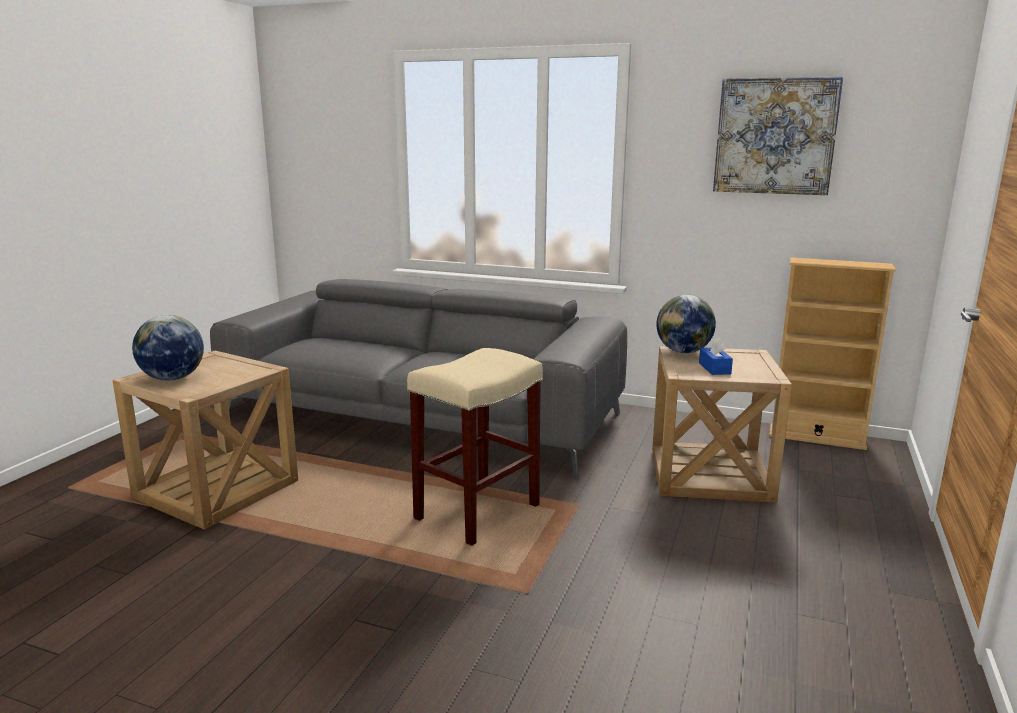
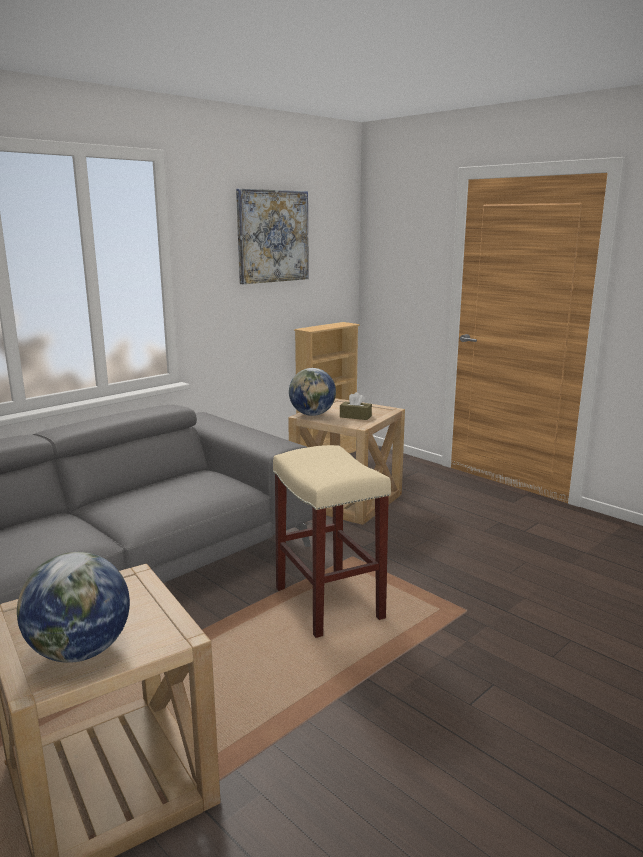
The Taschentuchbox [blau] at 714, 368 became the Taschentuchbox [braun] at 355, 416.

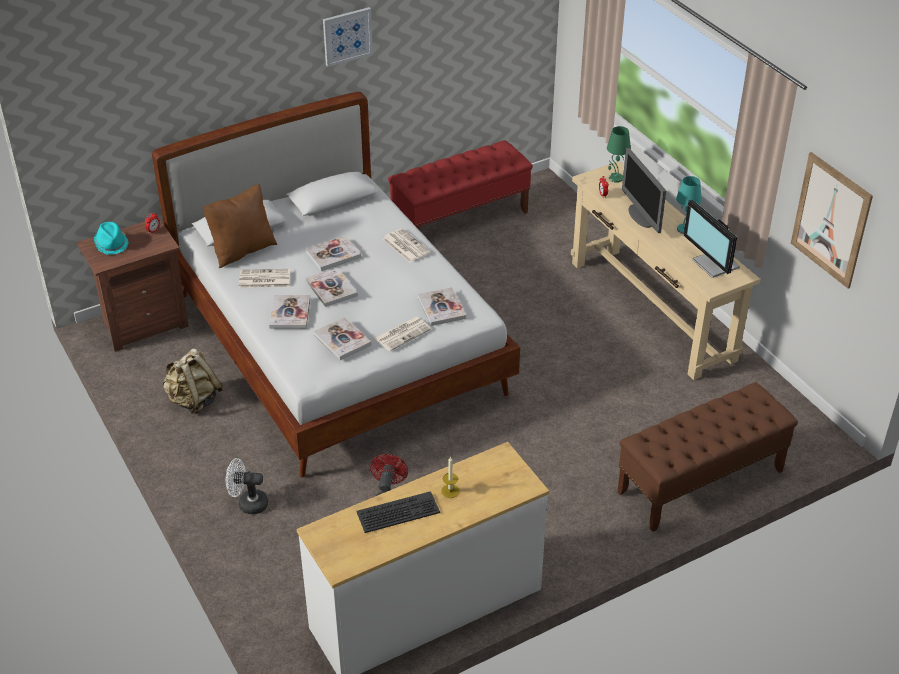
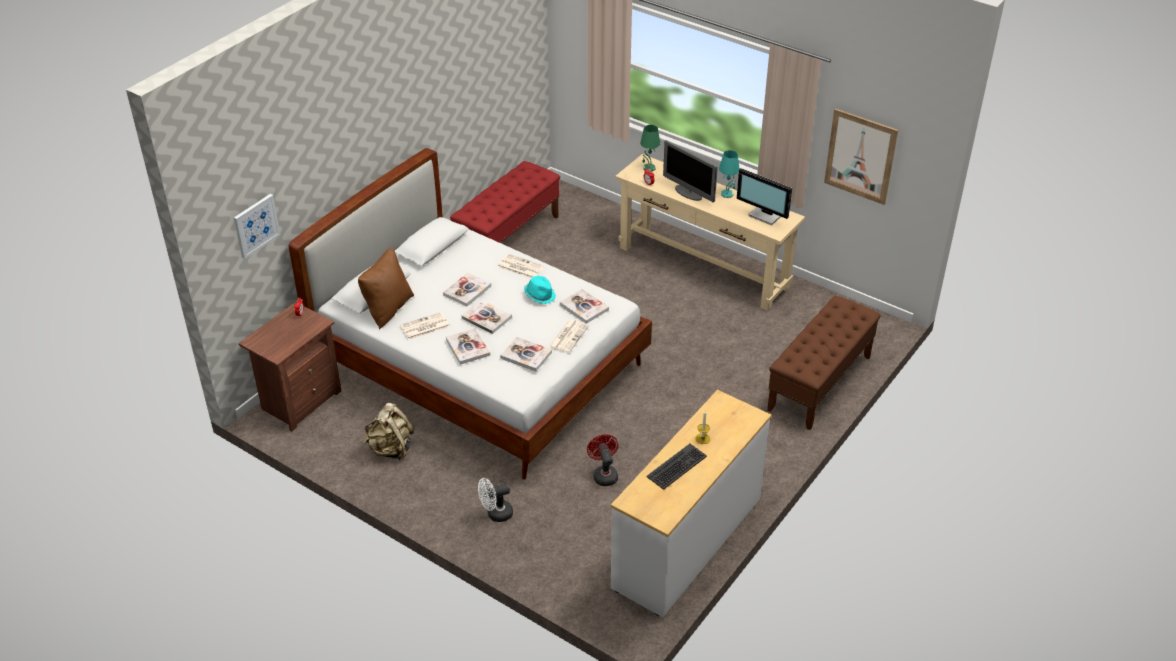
The Bild moved from 347, 36 to 256, 225.
The Hut [türkis] moved from 111, 244 to 540, 295.

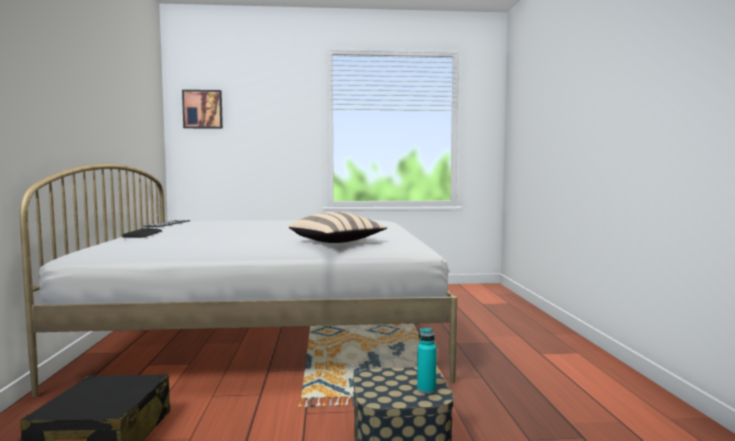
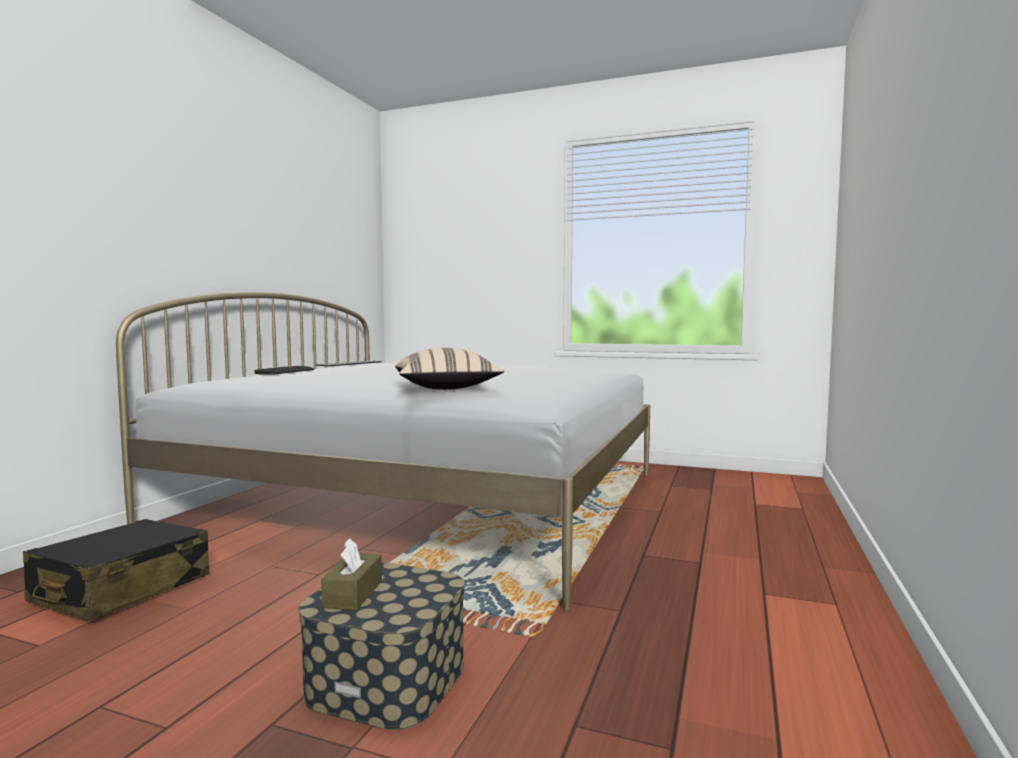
The Taschentuchbox [braun] at 353, 594 appeared.
The Bild at 203, 109 disappeared.
The Flasche [türkis] at 426, 390 disappeared.

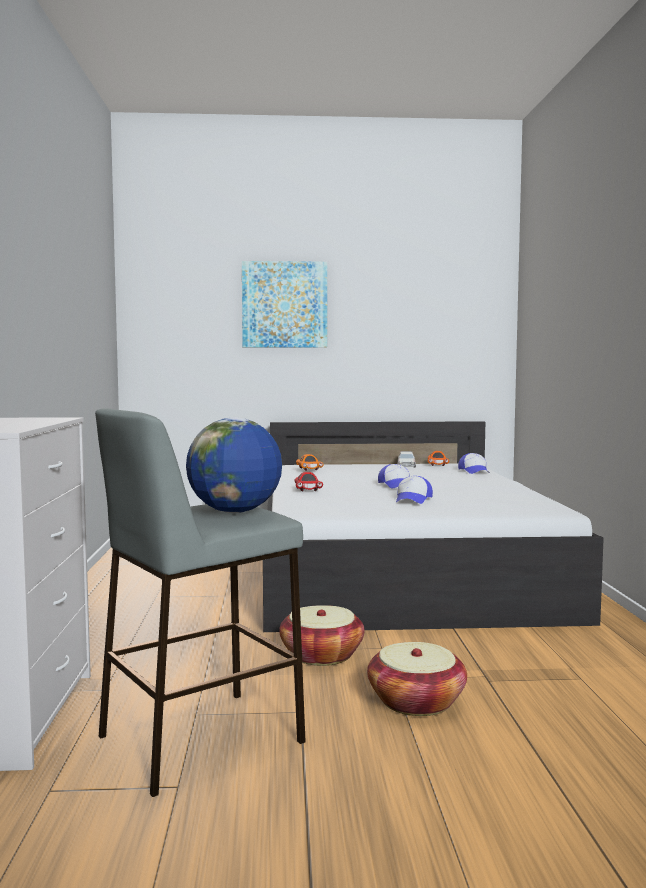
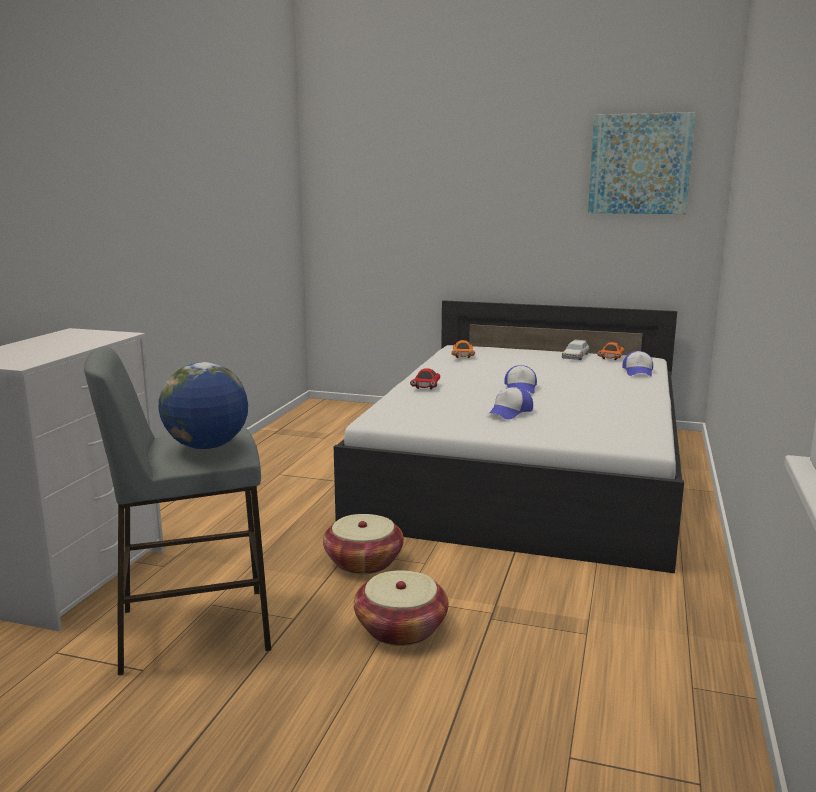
The Bild moved from 284, 305 to 640, 164.

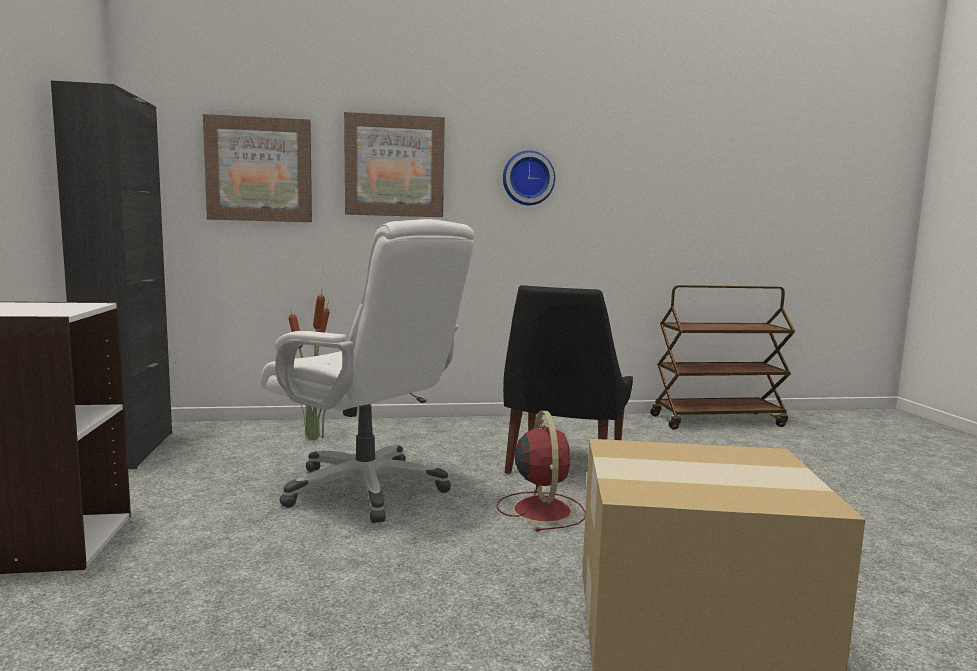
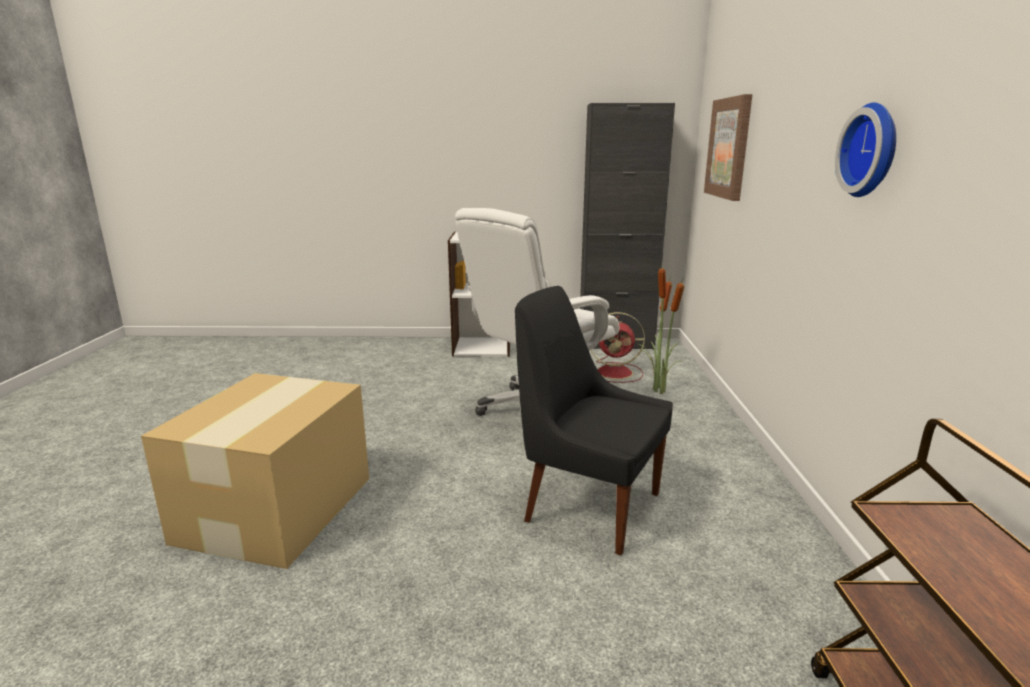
The Ventilator [rot] moved from 541, 509 to 616, 372.
The Bild at 394, 166 disappeared.

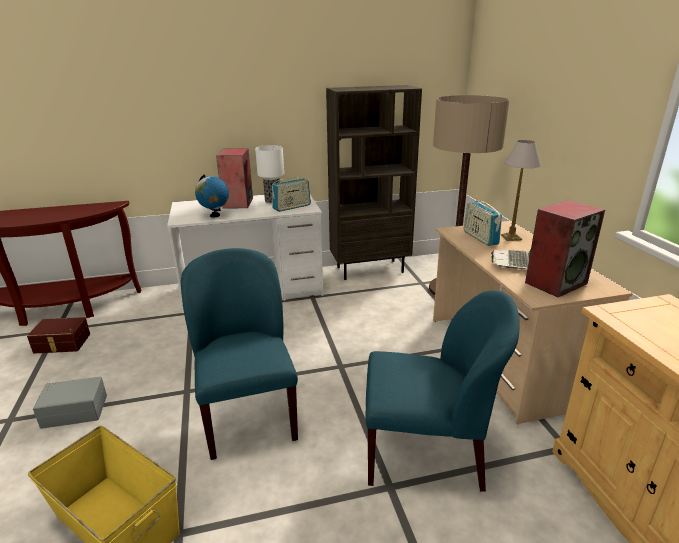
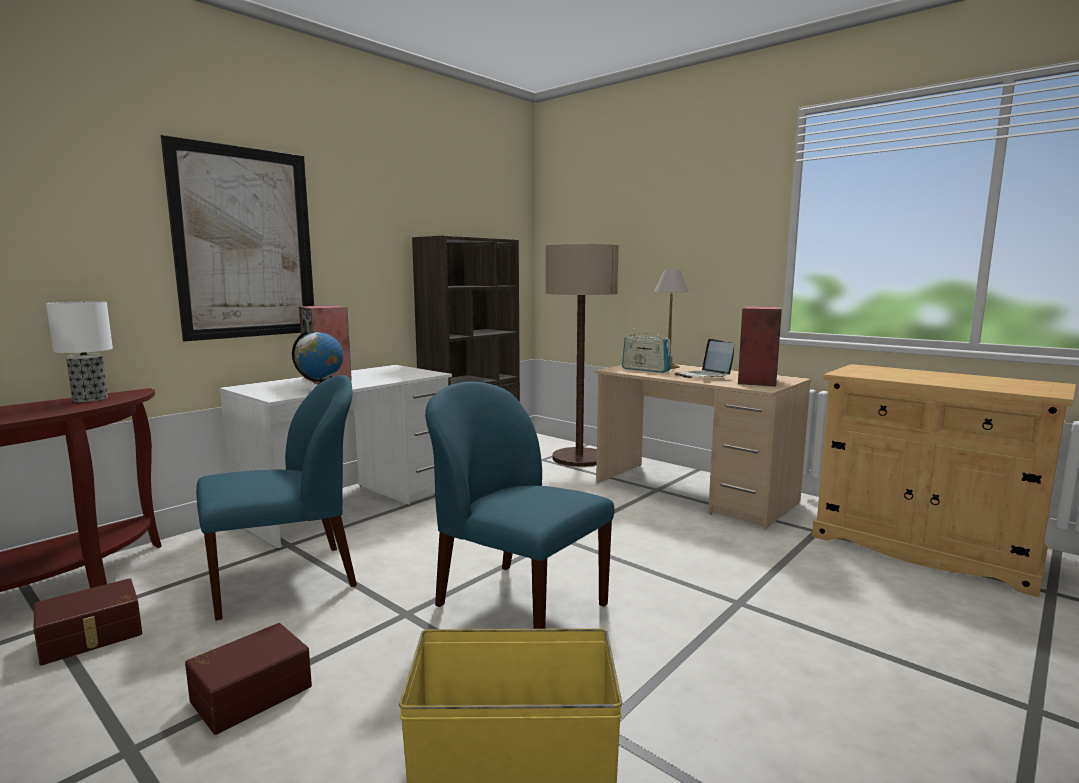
The Tischlampe moved from 272, 201 to 89, 399.
The Bild at 246, 243 appeared.
The Aufbewahrungsbox [grau] at 75, 410 became the Aufbewahrungsbox [braun] at 250, 692.
The Stuhl [blau] moved from 426, 453 to 286, 579.
The Radio at 292, 207 disappeared.

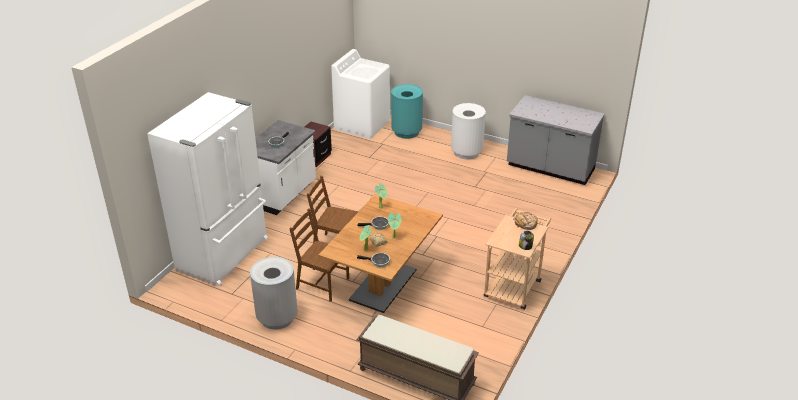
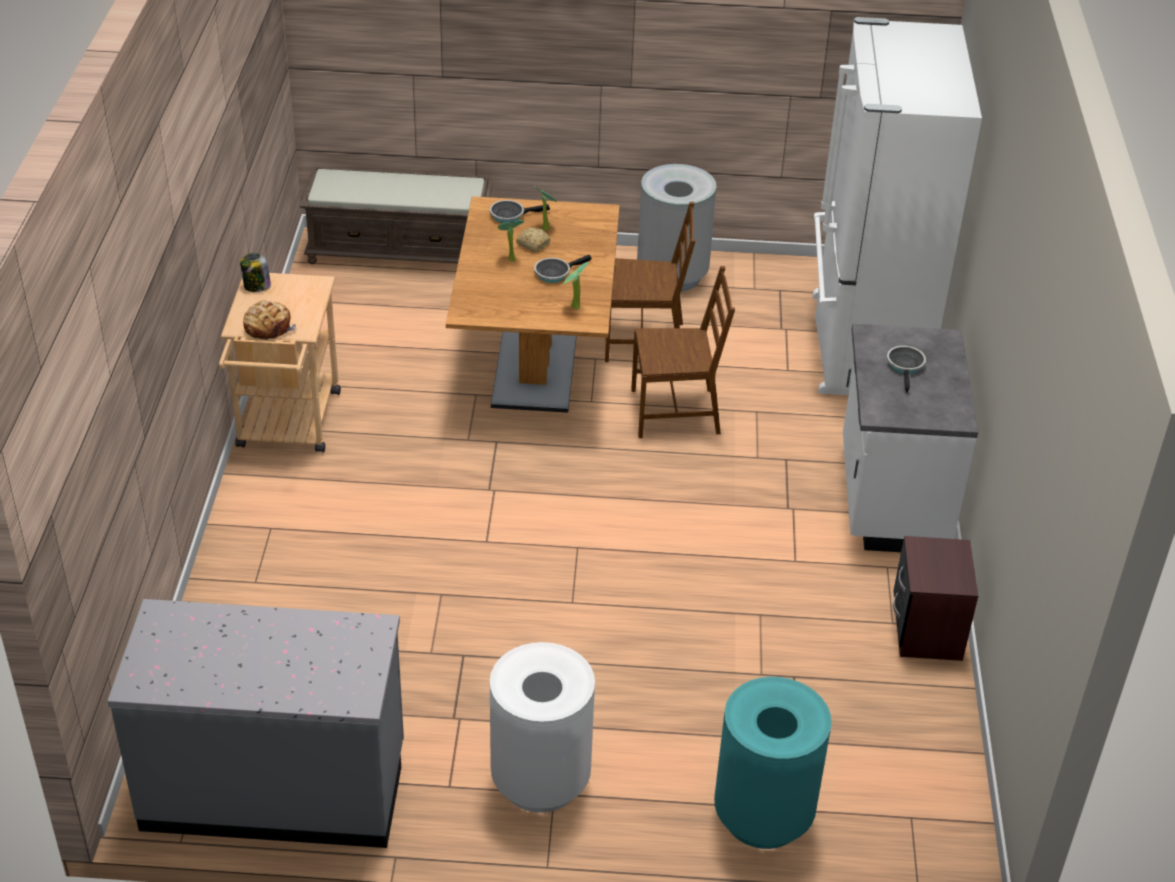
The Waschmaschine [weiß] at 362, 125 disappeared.

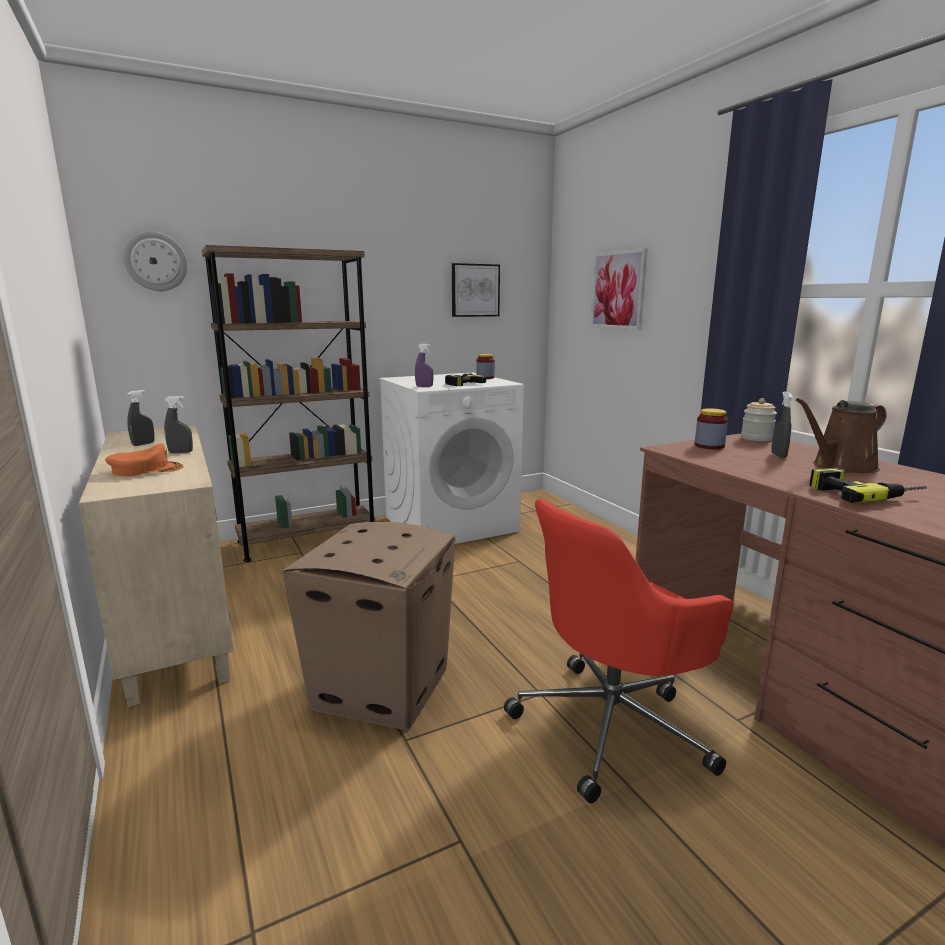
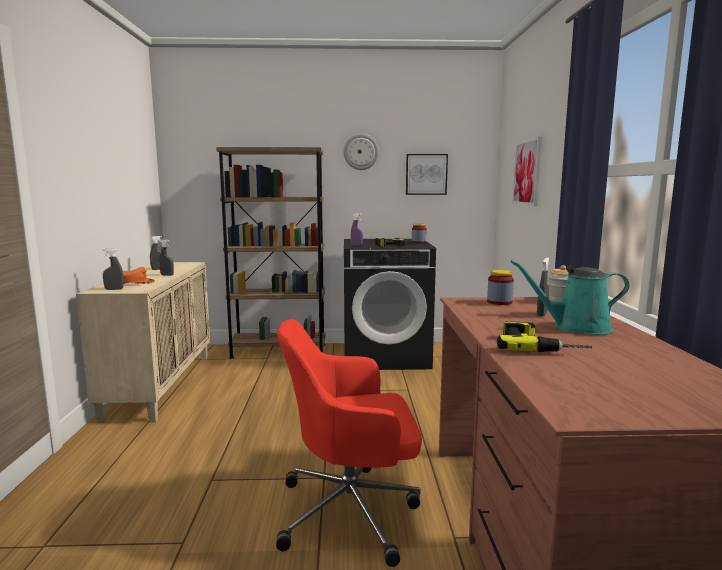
The Sprühflasche [grau] at 114, 289 appeared.
The Wanduhr moved from 156, 261 to 361, 152.
The Waschmaschine [weiß] at 451, 523 became the Waschmaschine [schwarz] at 386, 356.
The Gießkanne [braun] at 840, 467 became the Gießkanne [türkis] at 576, 327.
The Karton at 382, 687 disappeared.

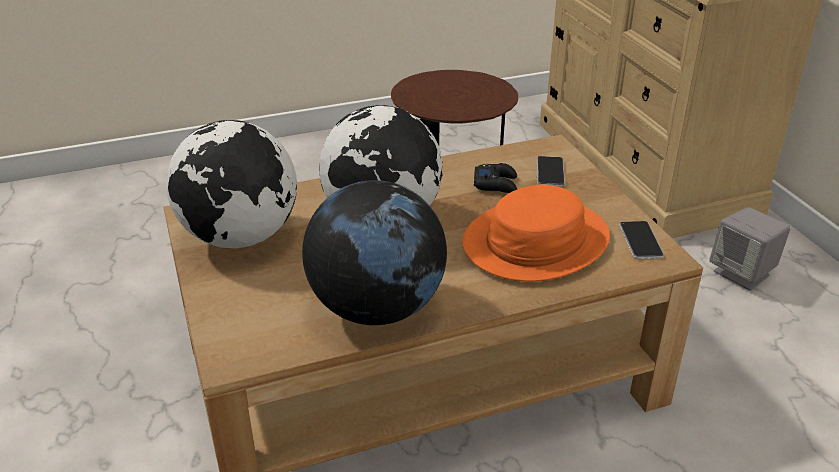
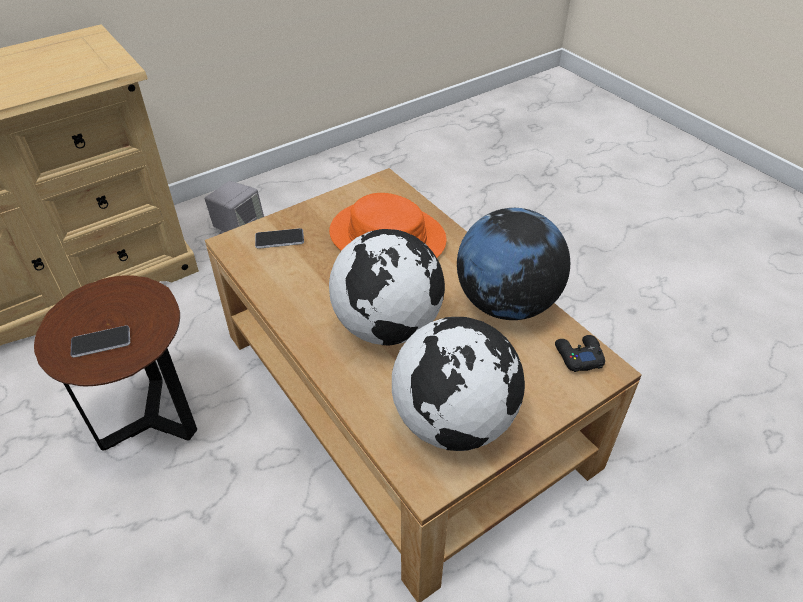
The Handy moved from 640, 241 to 101, 342.
The Gamepad [schwarz] moved from 496, 184 to 578, 356.

